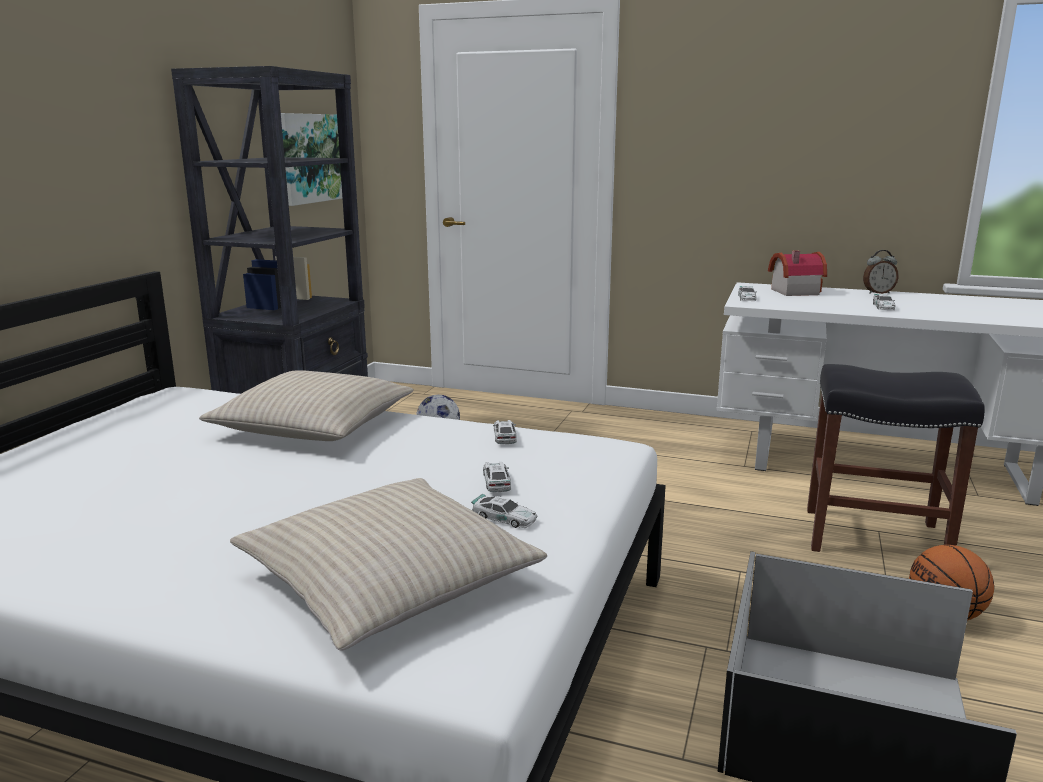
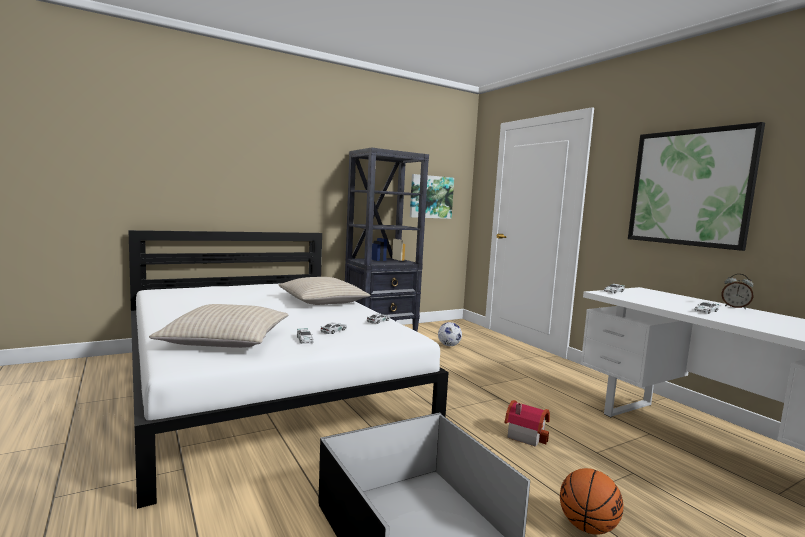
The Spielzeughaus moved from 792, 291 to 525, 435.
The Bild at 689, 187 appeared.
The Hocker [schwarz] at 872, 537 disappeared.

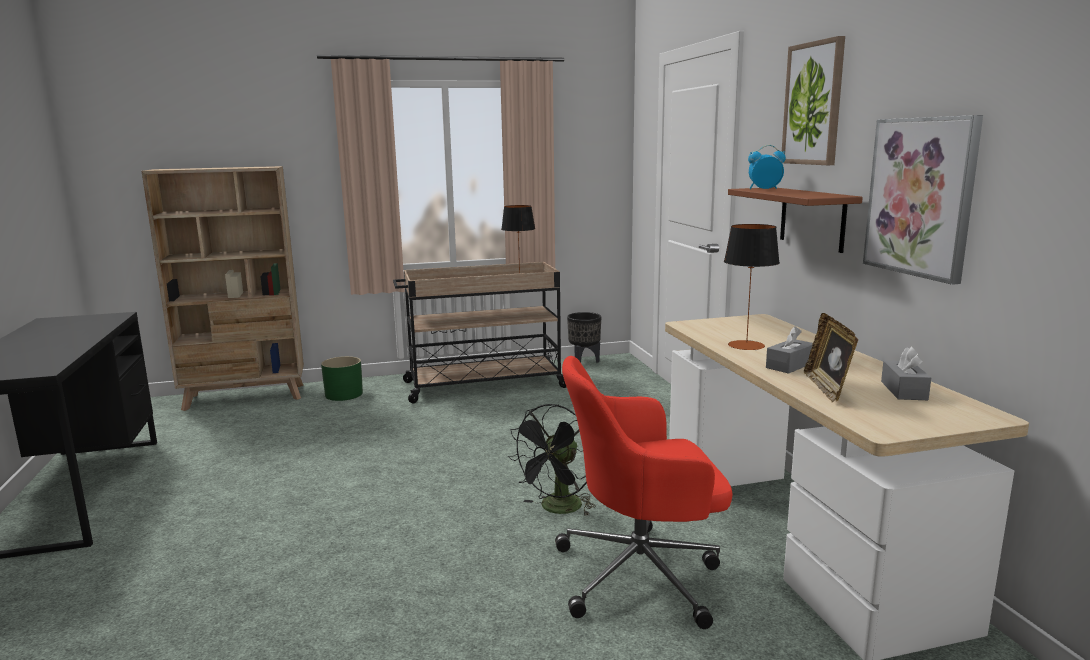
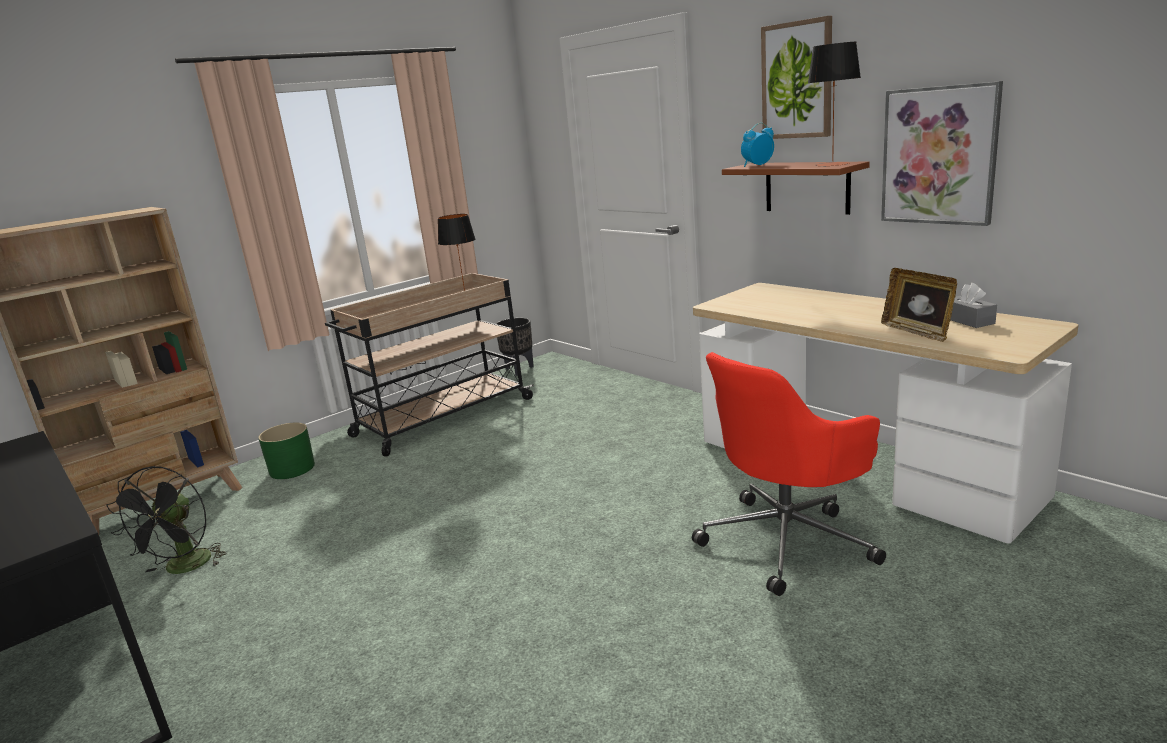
The Ventilator [schwarz] moved from 557, 509 to 184, 568.
The Tischlampe moved from 746, 345 to 832, 164.
The Taschentuchbox [grau] at 789, 365 disappeared.

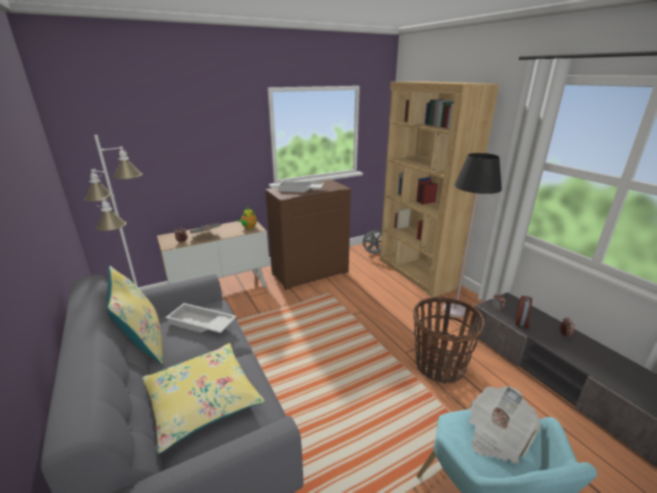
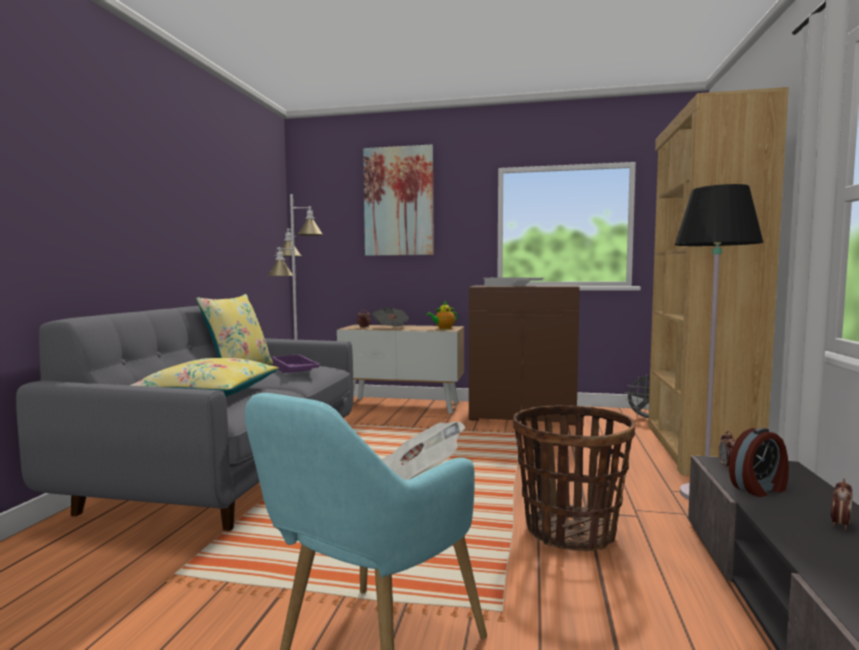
The Tablett [weiß] at 201, 324 became the Tablett [lila] at 293, 370.
The Bild at 398, 201 appeared.

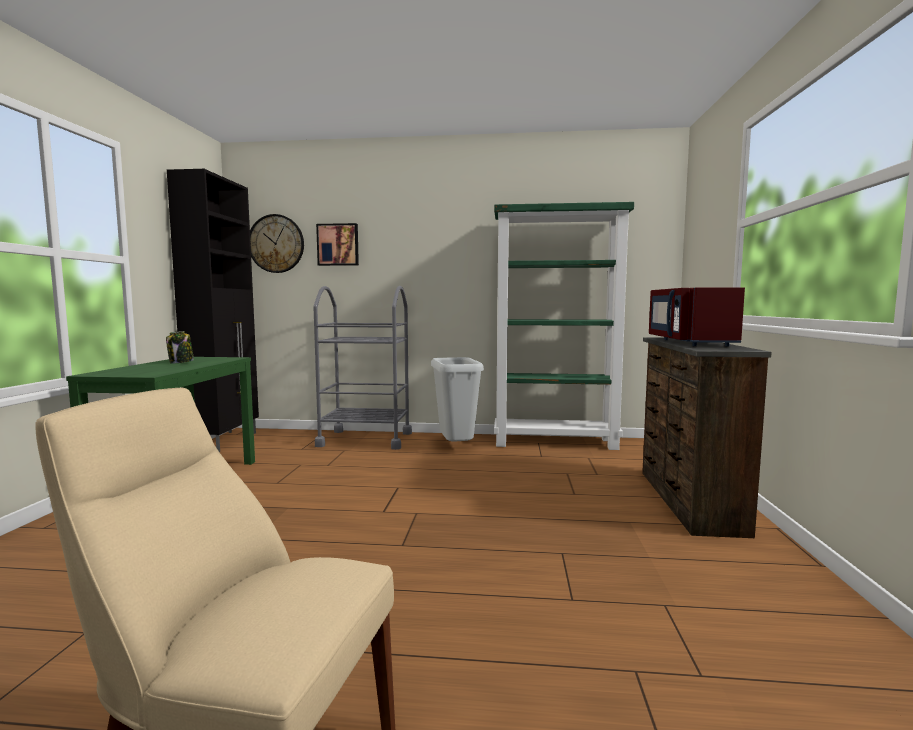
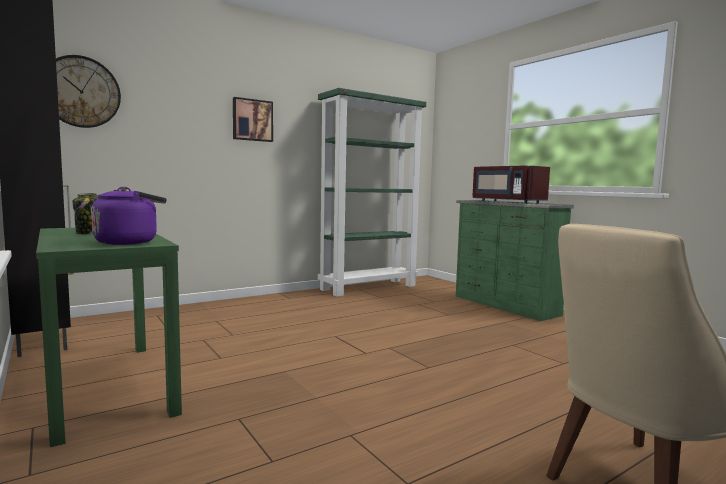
The Wasserkessel [lila] at 130, 242 appeared.
The Bild moved from 338, 245 to 252, 120.
The Kommode [braun] at 687, 501 became the Kommode [grün] at 504, 306.
The Rollwagen [grau] at 365, 439 disappeared.
The Mülleimer [grau] at 457, 448 disappeared.

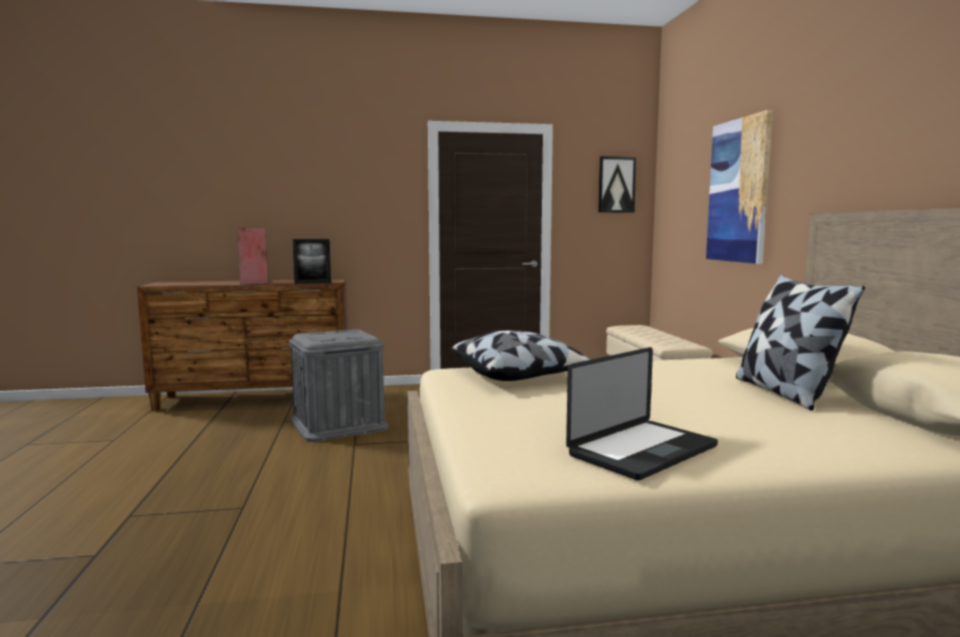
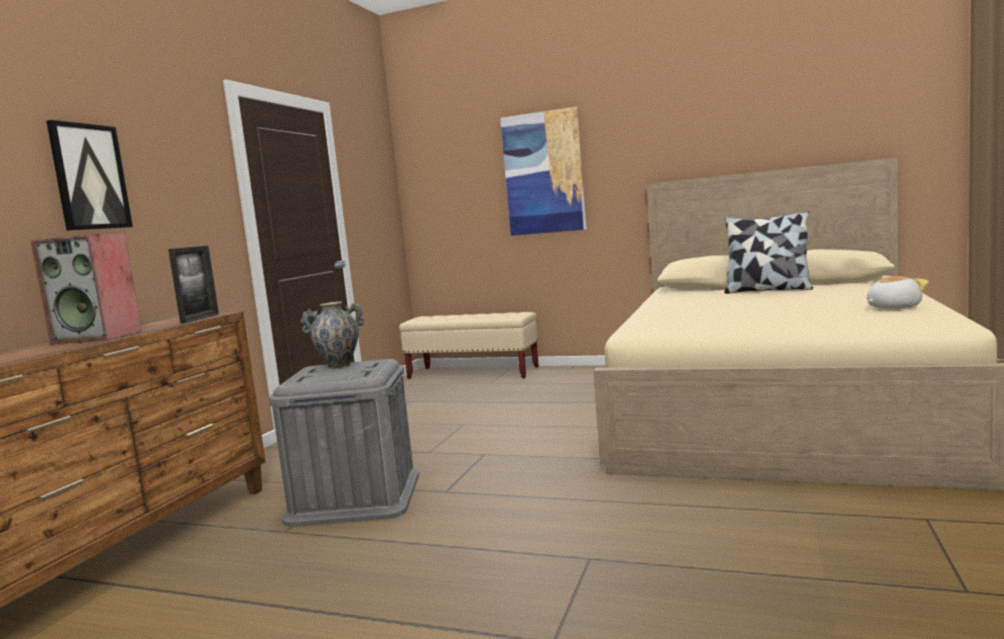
The Bild moved from 616, 184 to 89, 177.
The Vase at 339, 366 appeared.
The Laptop at 643, 451 was replaced by the Plüschtier at 892, 308.
The Kissen at 519, 375 disappeared.

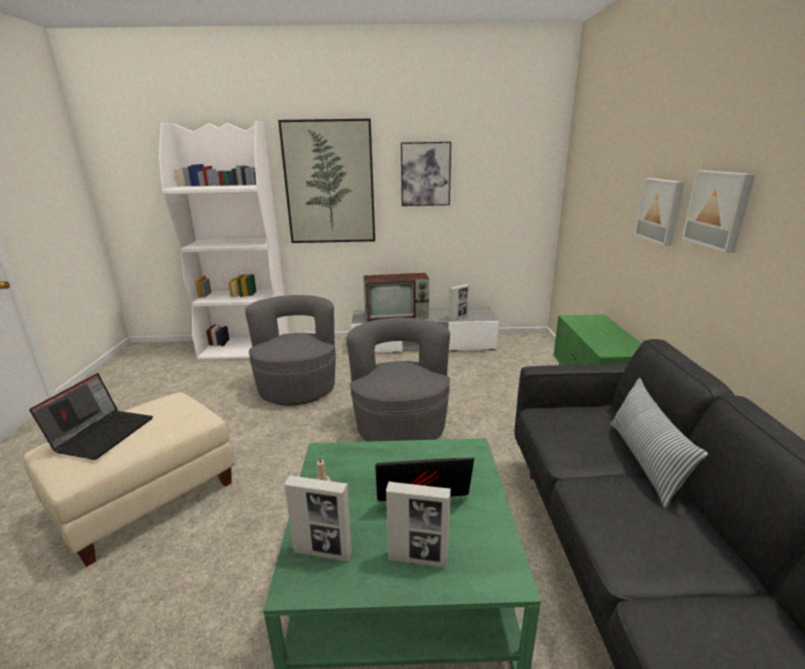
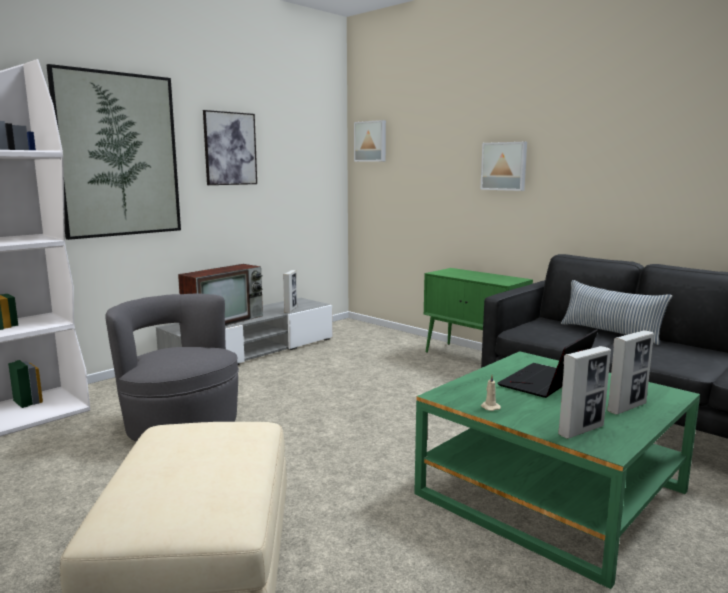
The Bild moved from 719, 209 to 371, 141.
The Laptop at 102, 433 disappeared.
The Sessel [grau] at 401, 426 disappeared.

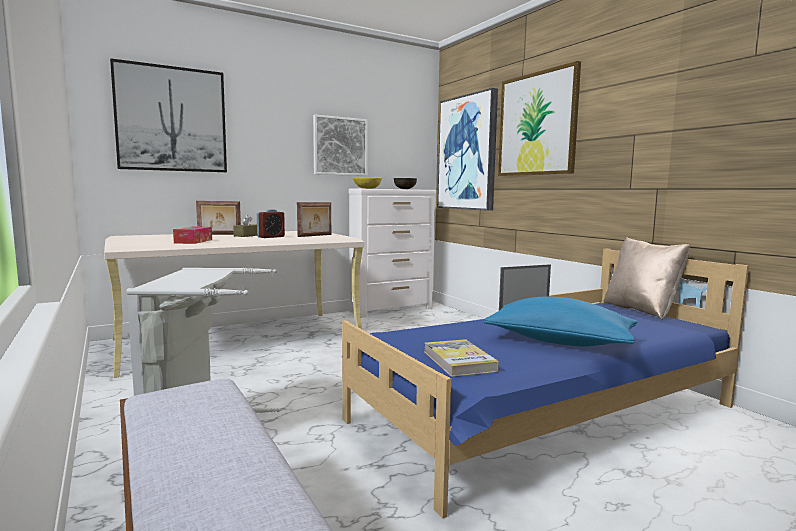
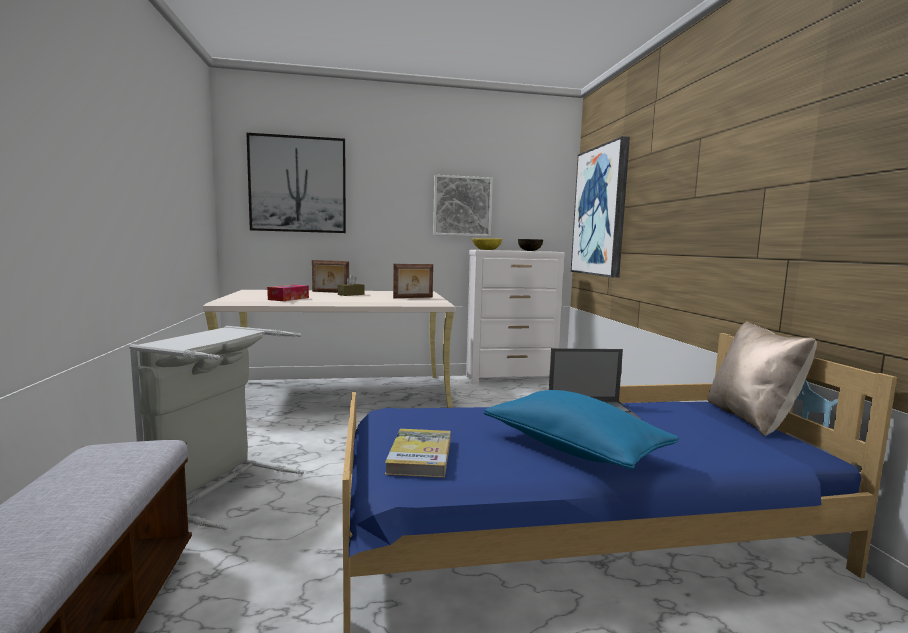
The Wecker at 271, 237 disappeared.
The Bild at 537, 124 disappeared.

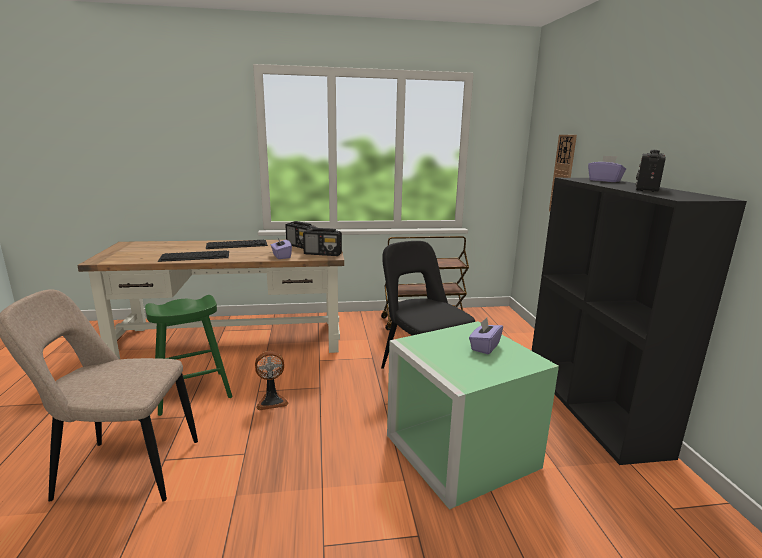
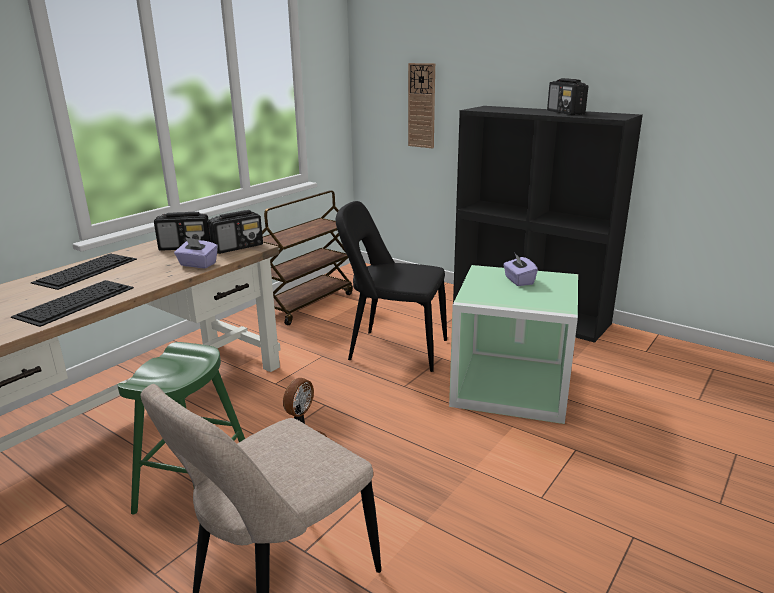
The Taschentuchbox [lila] at 604, 181 disappeared.

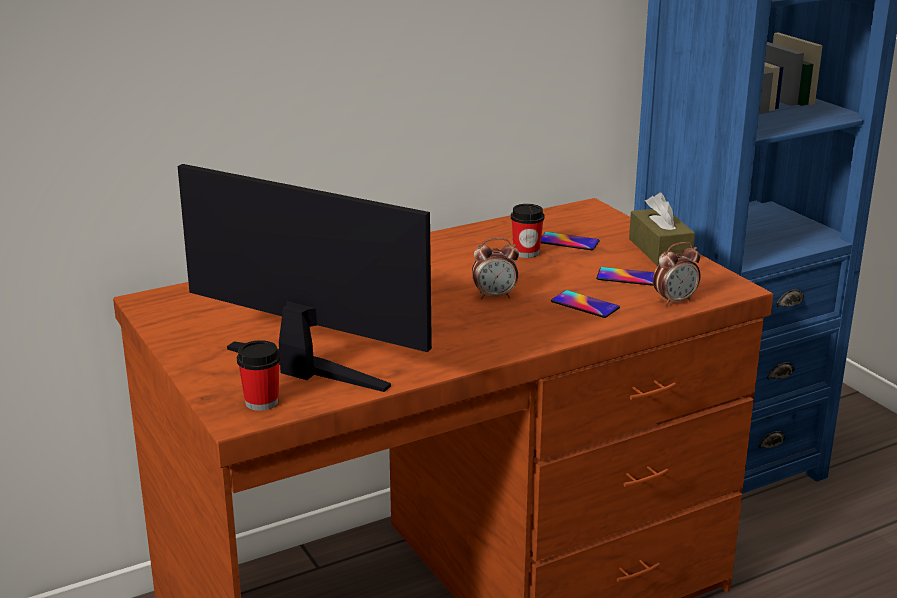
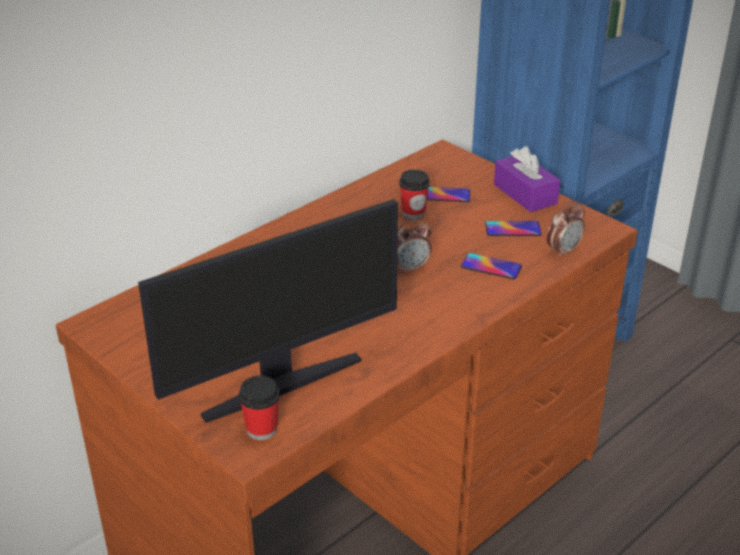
The Monitor at 303, 370 turned 135 degrees clockwise.
The Taschentuchbox [braun] at 660, 250 became the Taschentuchbox [lila] at 525, 194.

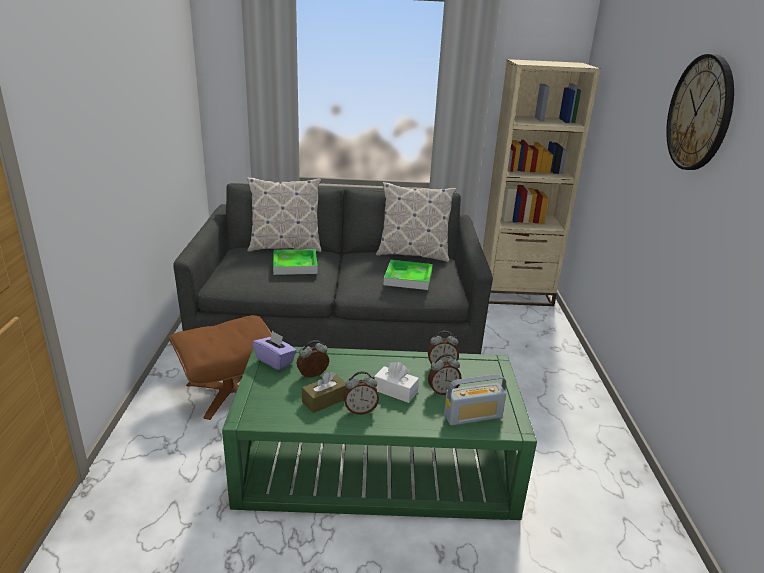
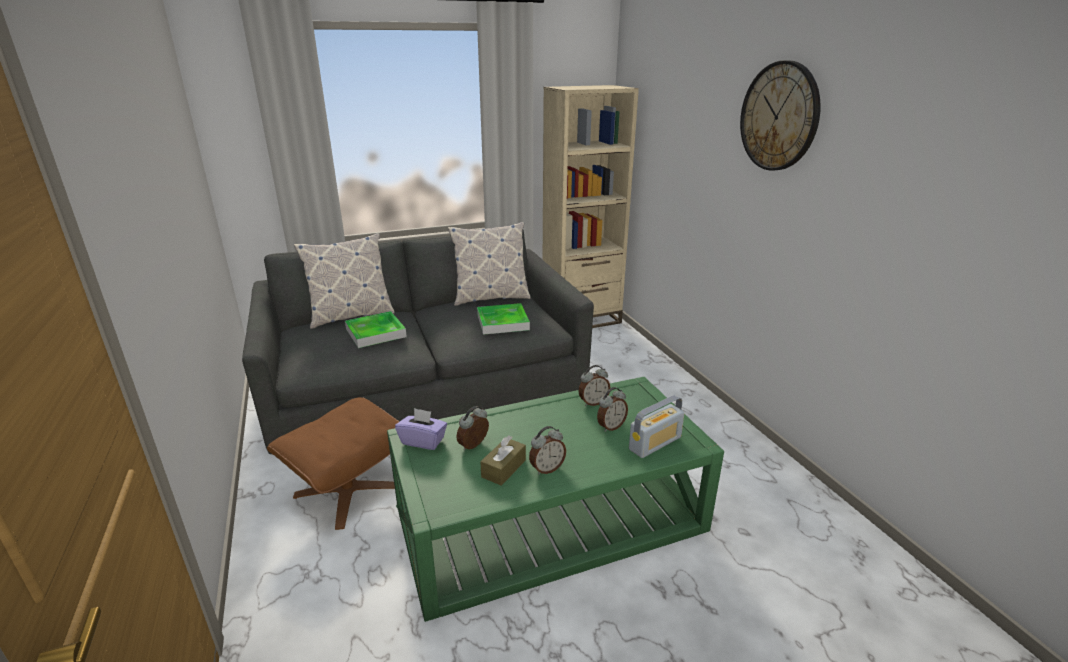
The Taschentuchbox [weiß] at 395, 391 disappeared.

